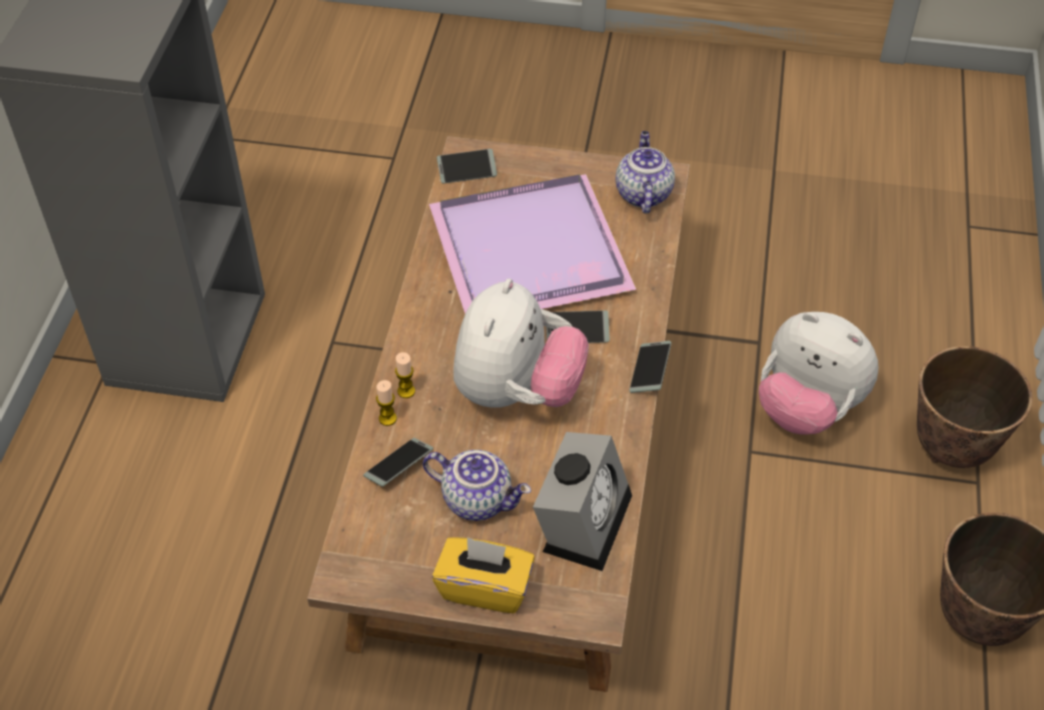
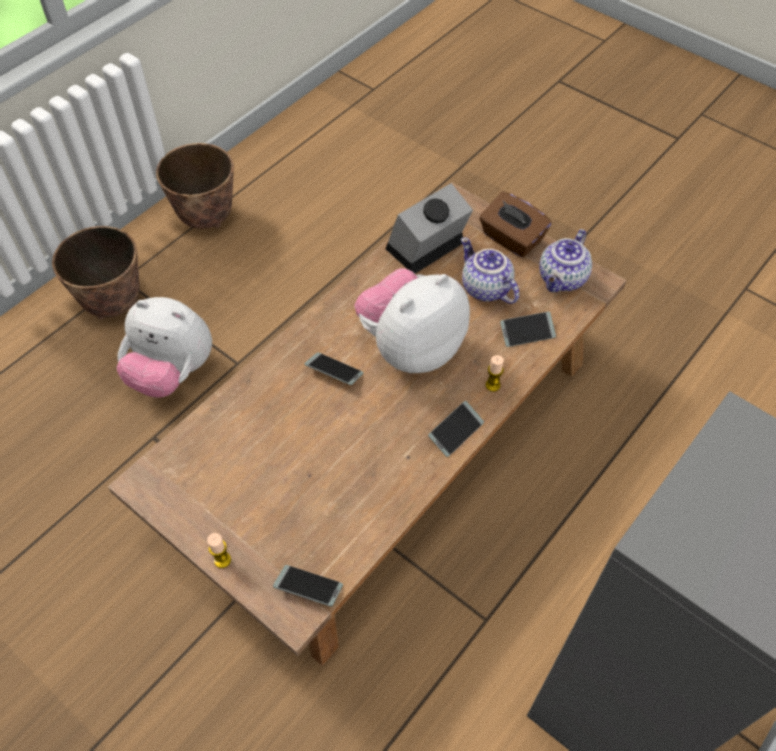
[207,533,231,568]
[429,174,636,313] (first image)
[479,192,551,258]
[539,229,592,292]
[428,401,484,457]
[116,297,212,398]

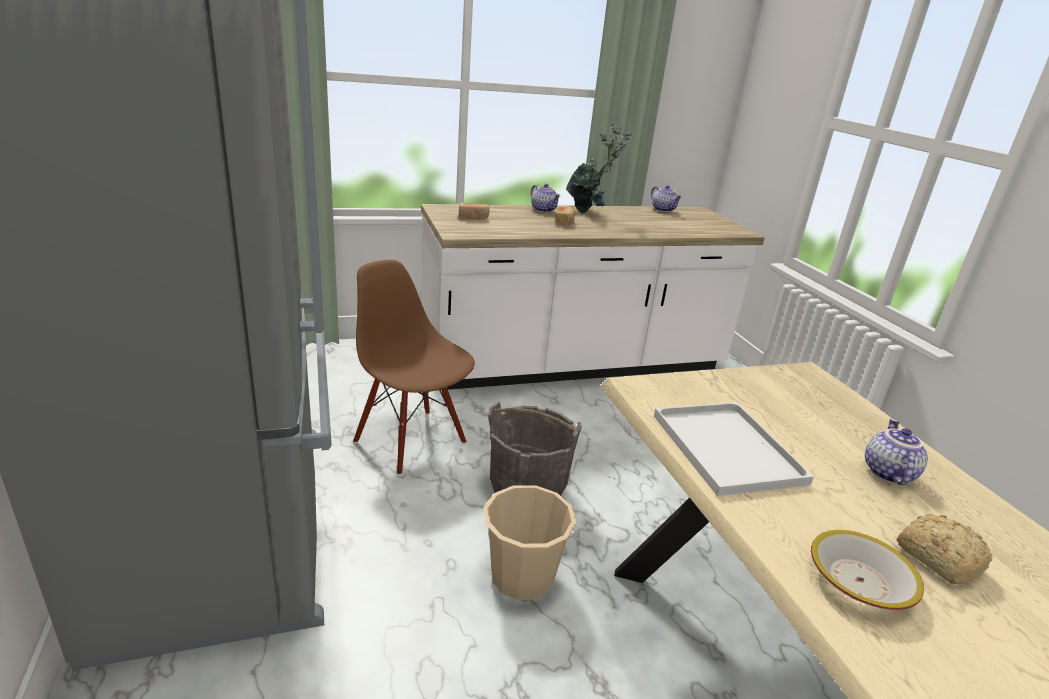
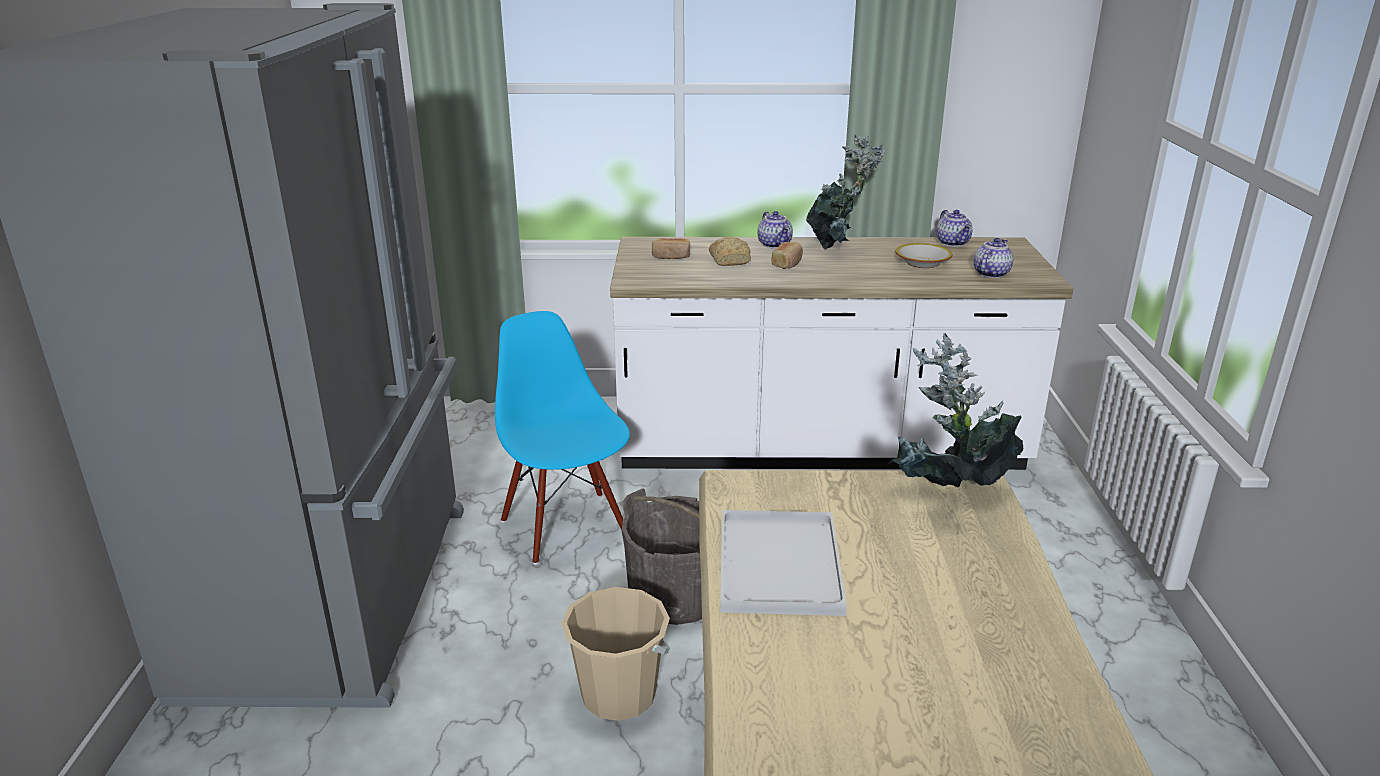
[495,311,630,564]
[895,243,953,268]
[974,238,1013,278]
[709,237,751,266]
[887,333,1023,487]

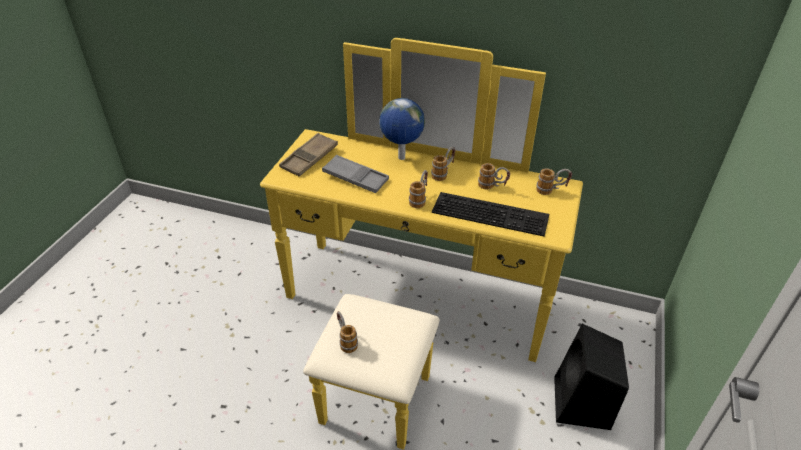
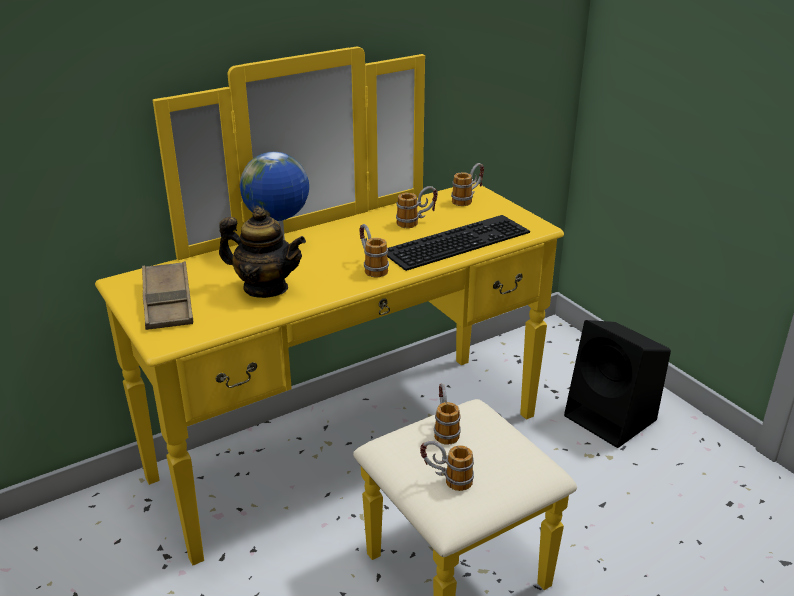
[219,207,306,298]
[434,383,461,445]

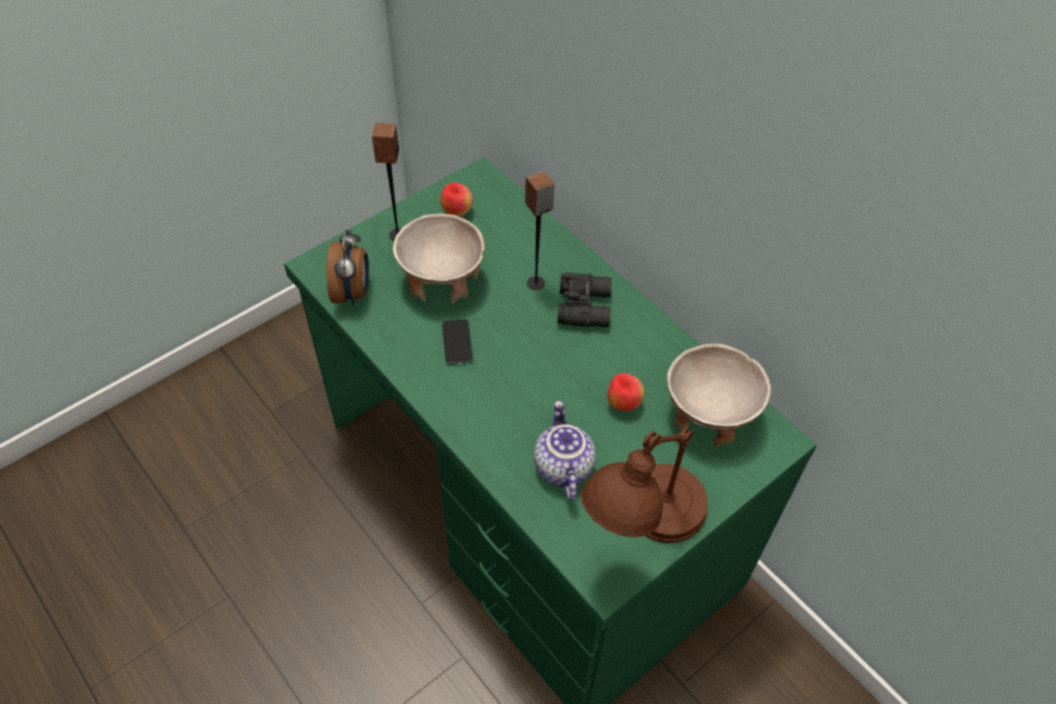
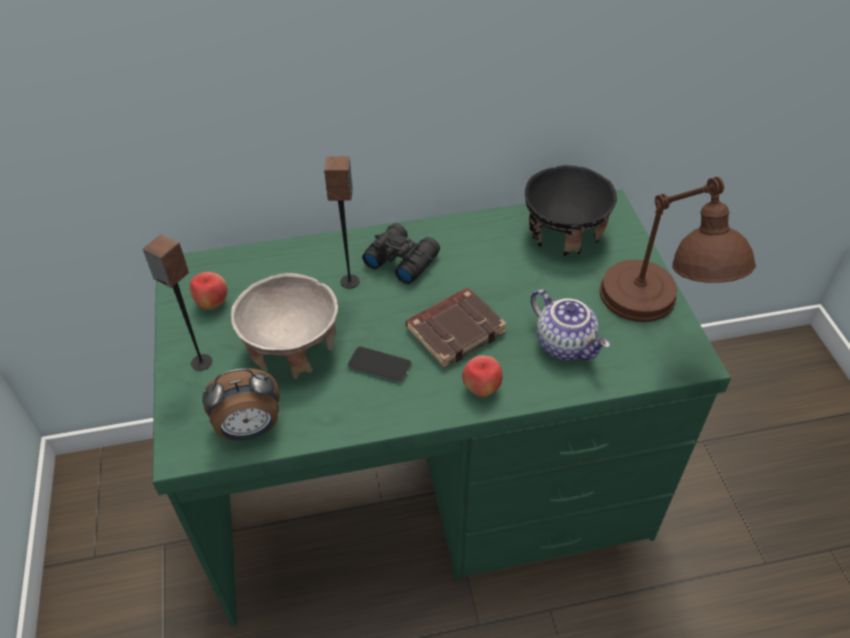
[202,368,279,440]
[531,289,610,360]
[462,356,503,397]
[525,165,617,256]
[406,288,507,368]

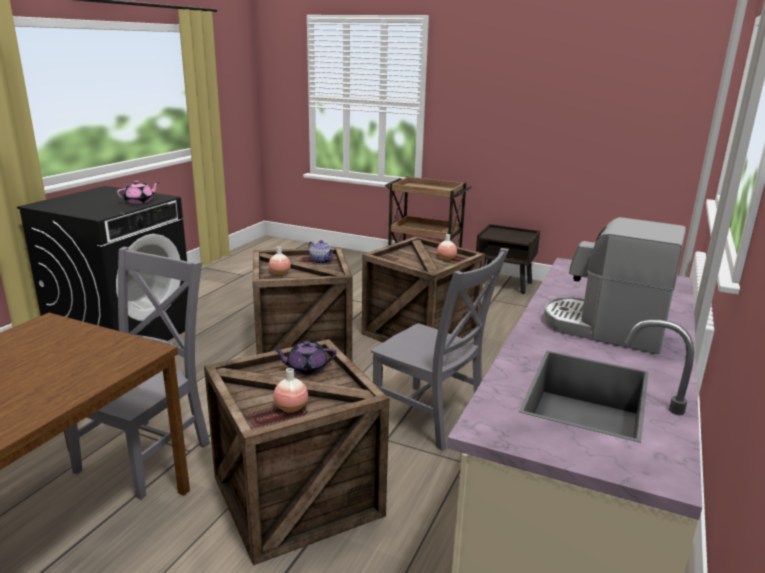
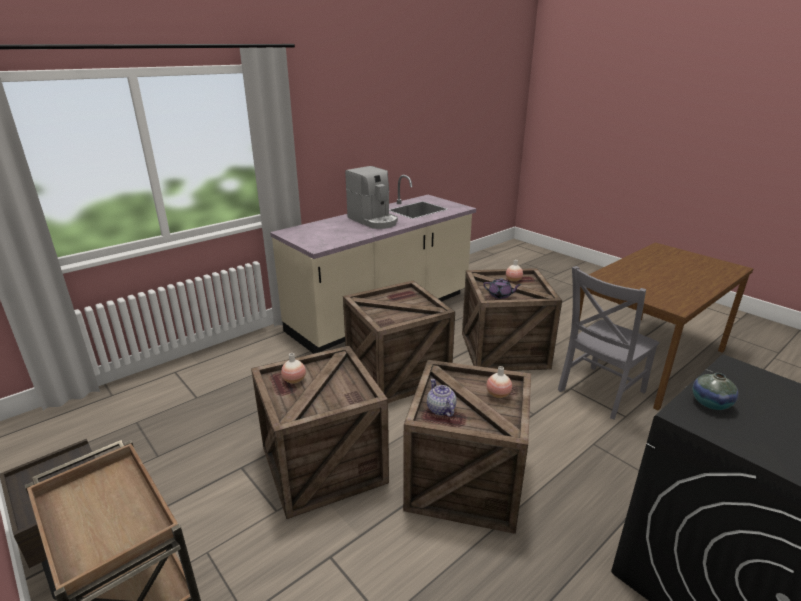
[693,373,738,410]
[343,281,455,403]

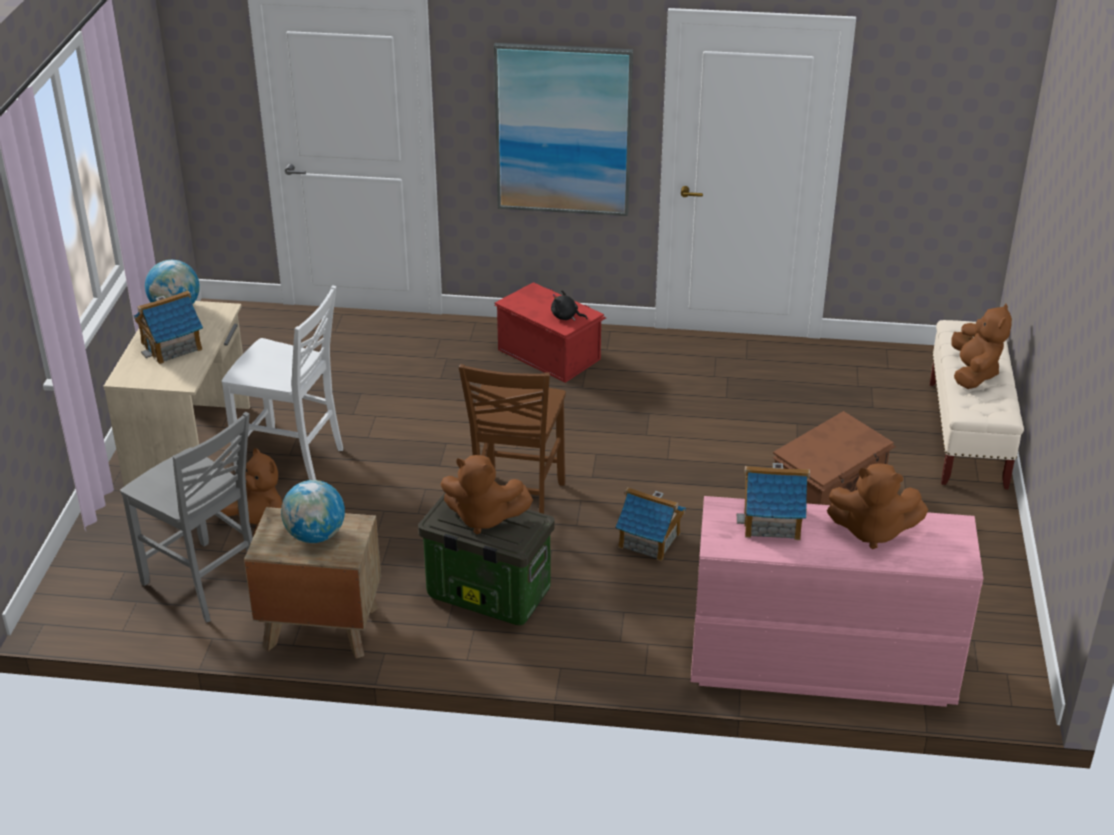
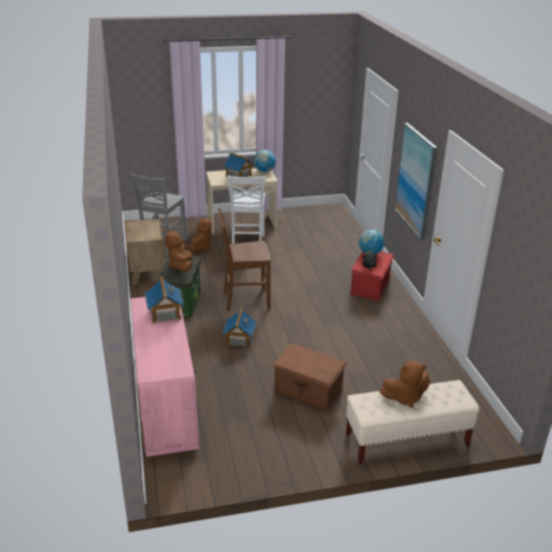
[359,230,384,255]
[827,464,928,549] (first image)

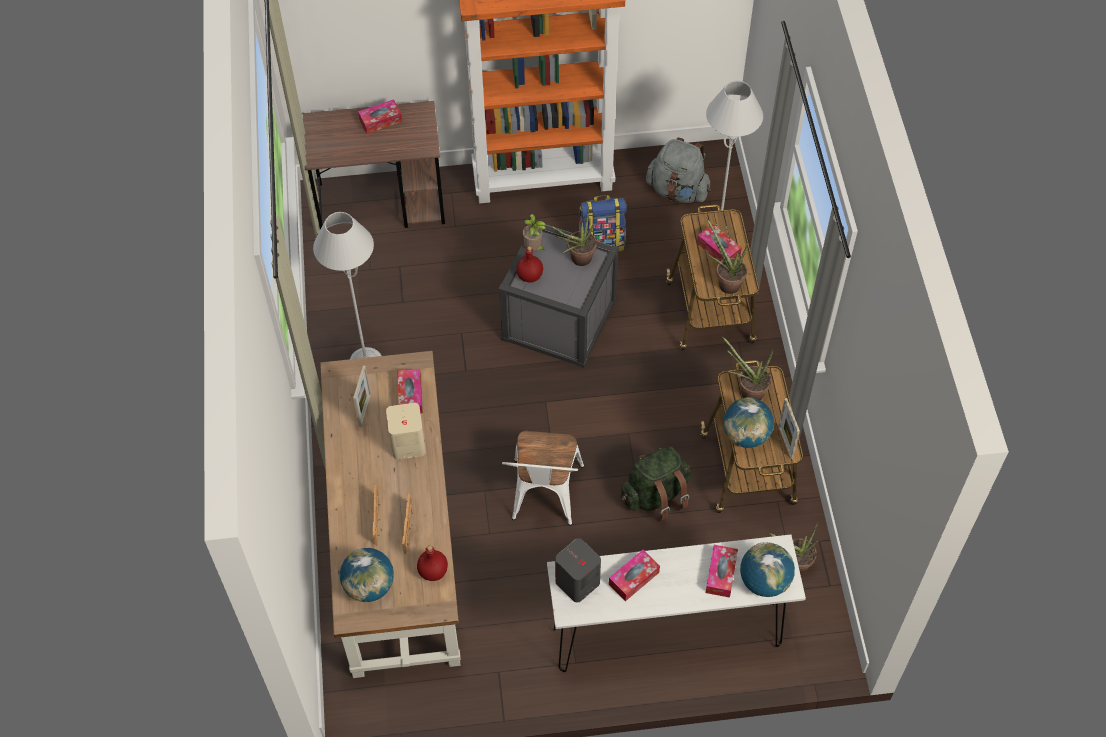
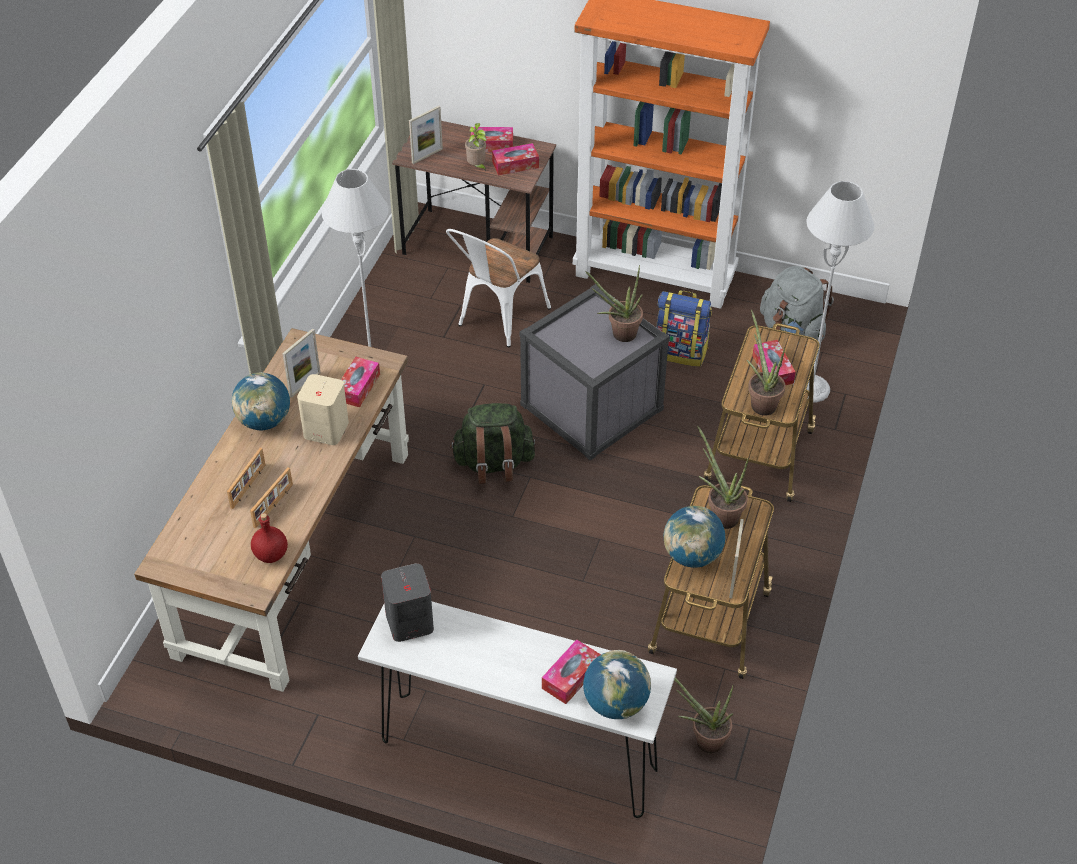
[231,372,290,430]
[446,229,551,347]
[517,246,543,283] (first image)
[465,123,487,171]
[492,143,539,175]
[450,403,536,484]
[409,106,443,164]

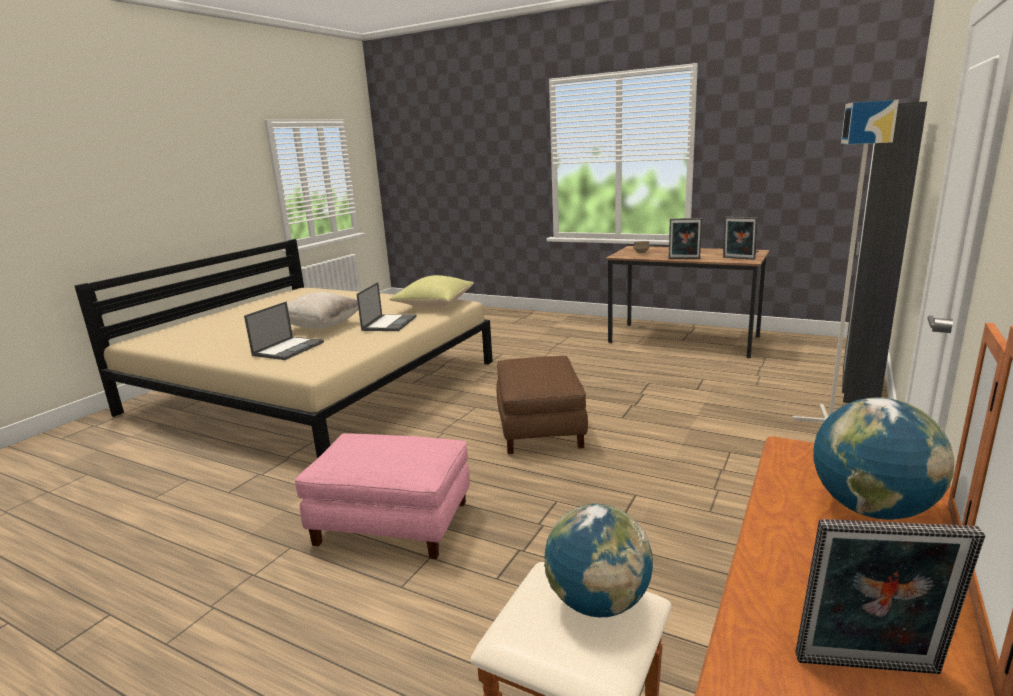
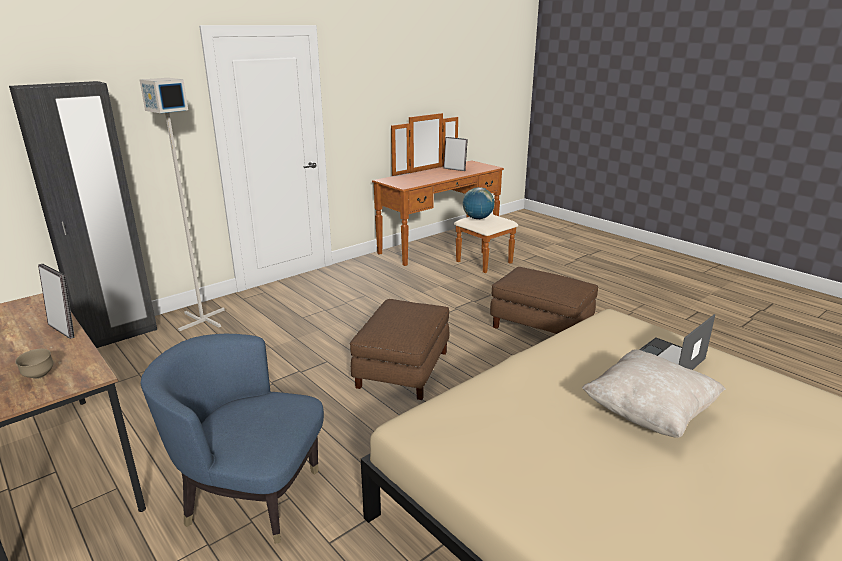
[490,267,598,334]
[356,282,417,331] (first image)
[389,275,474,307] (first image)
[723,217,757,260] (first image)
[814,397,954,520] (first image)
[140,334,324,544]

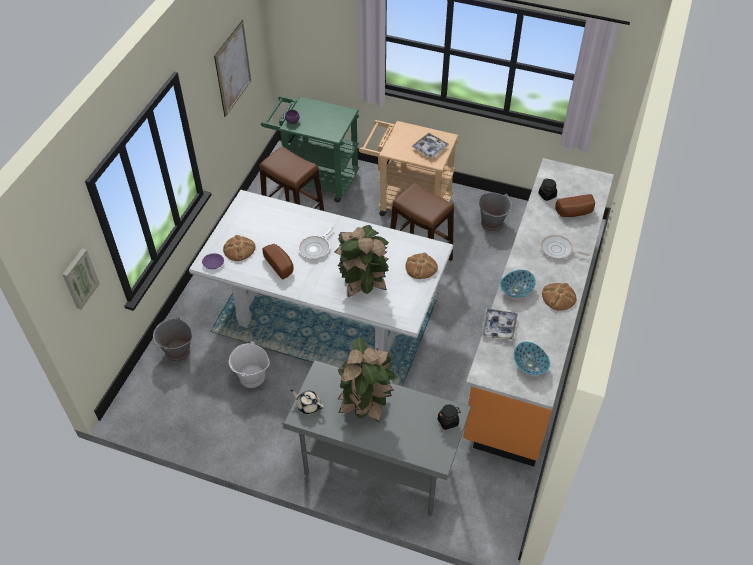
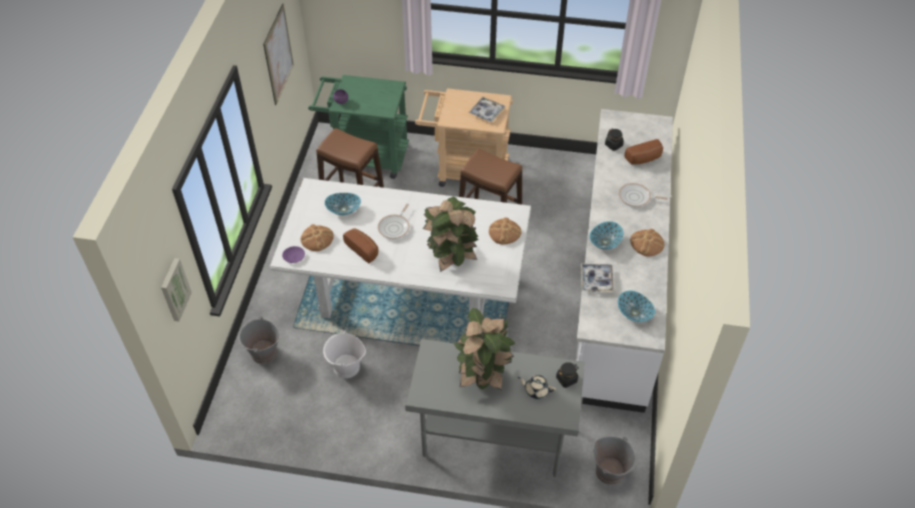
[518,375,556,399]
[576,109,673,413]
[593,436,637,485]
[325,193,361,215]

